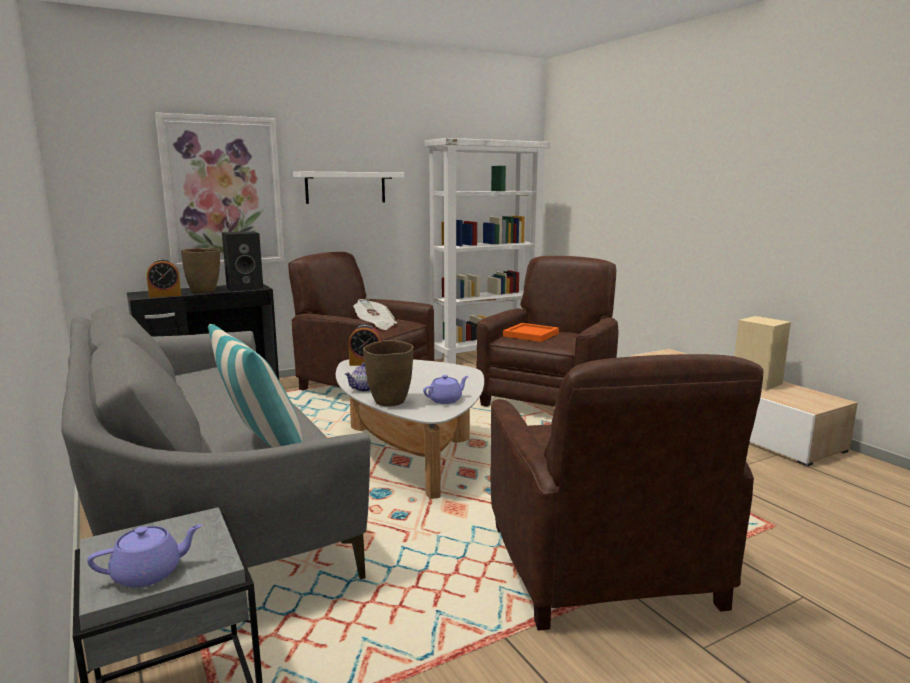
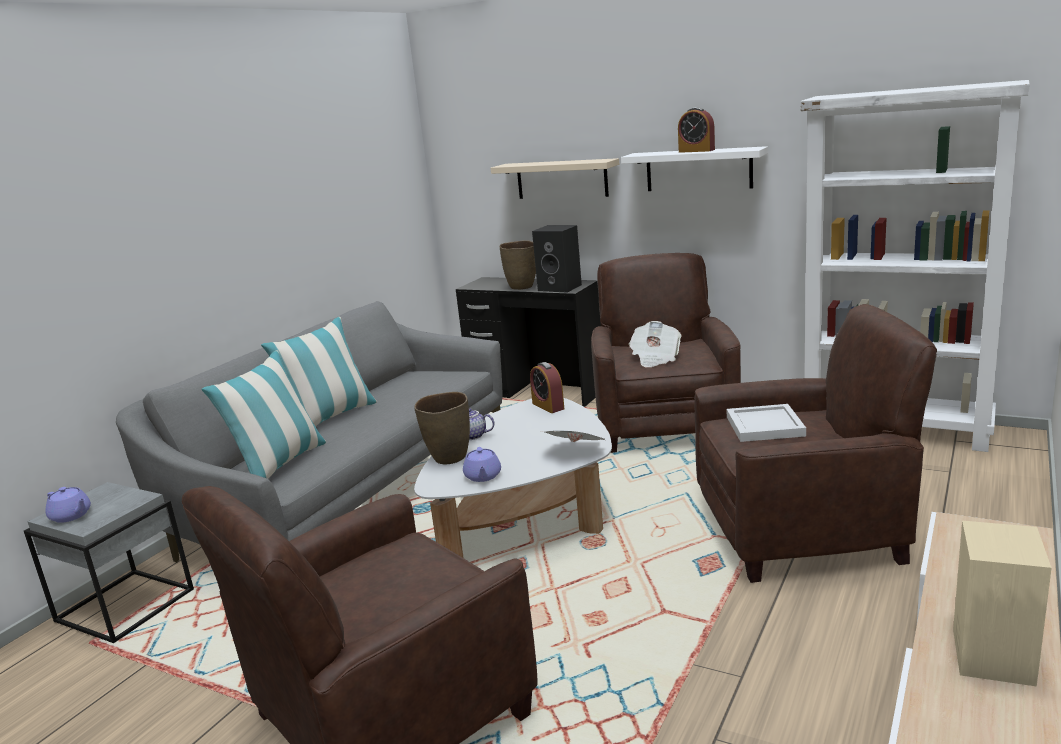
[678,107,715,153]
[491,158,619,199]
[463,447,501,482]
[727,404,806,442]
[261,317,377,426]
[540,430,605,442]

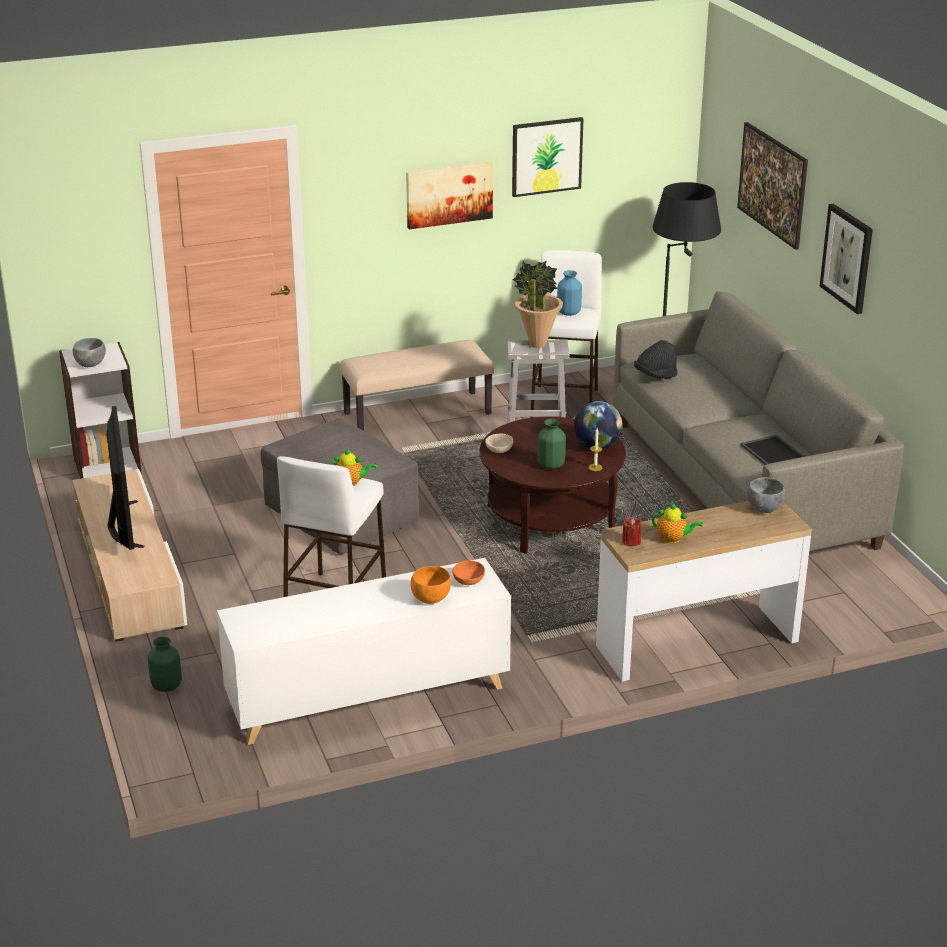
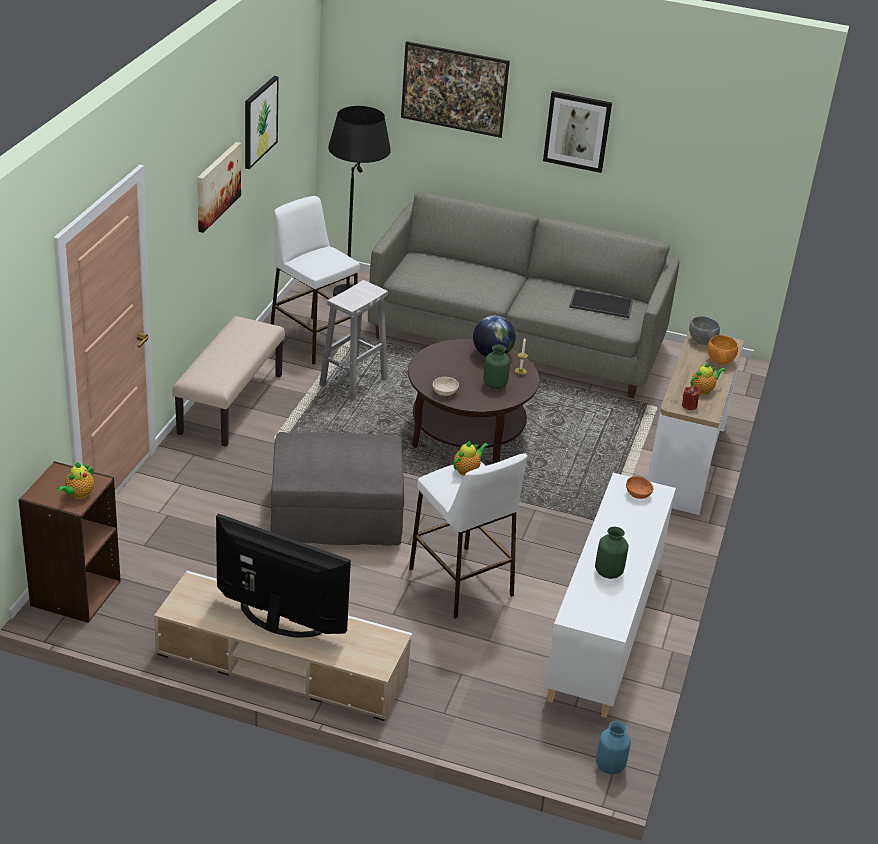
[18,461,121,623]
[57,462,94,499]
[595,527,629,579]
[707,335,738,365]
[512,261,563,348] (first image)
[596,721,631,774]
[634,340,678,379] (first image)

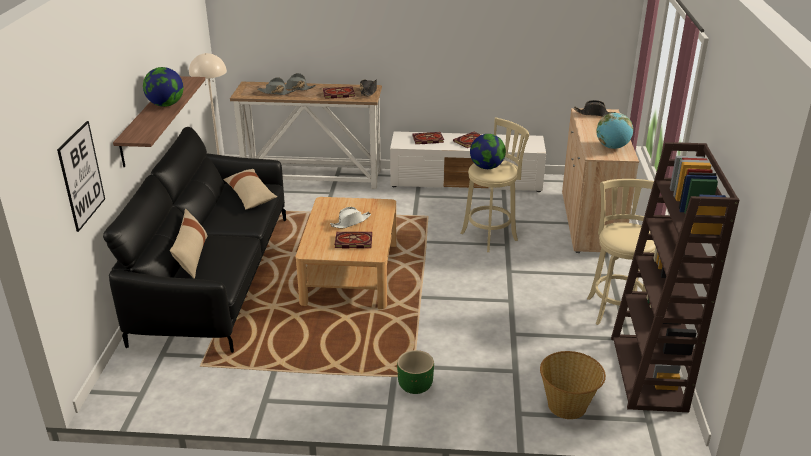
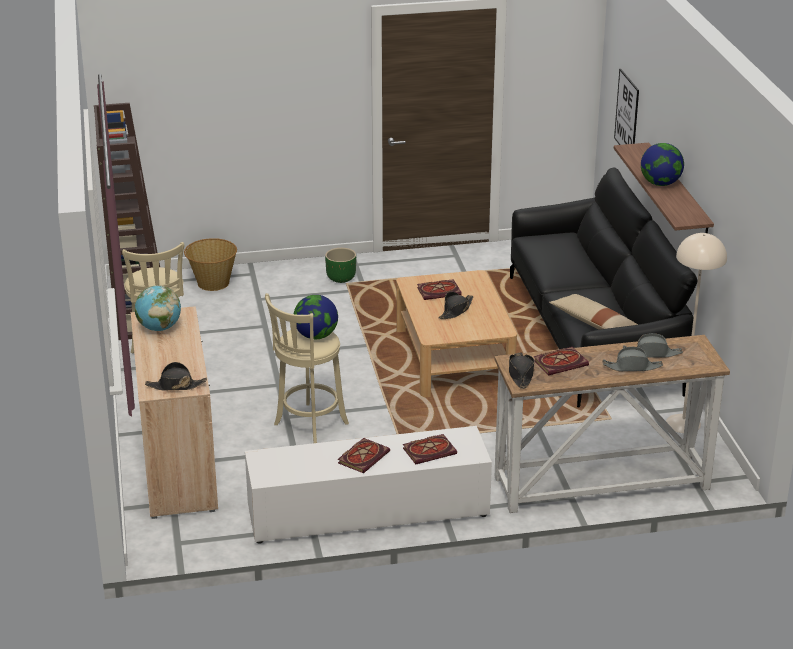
[170,209,208,279] (first image)
[438,292,473,319]

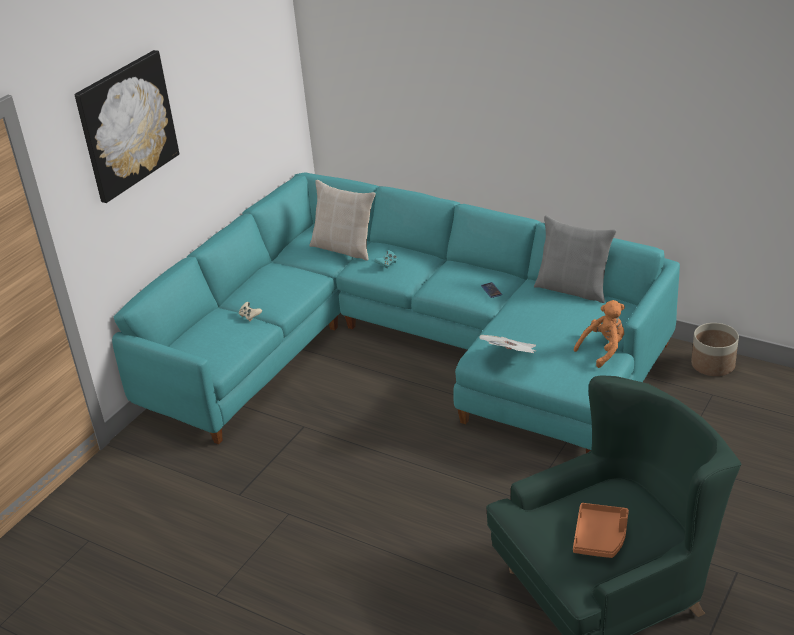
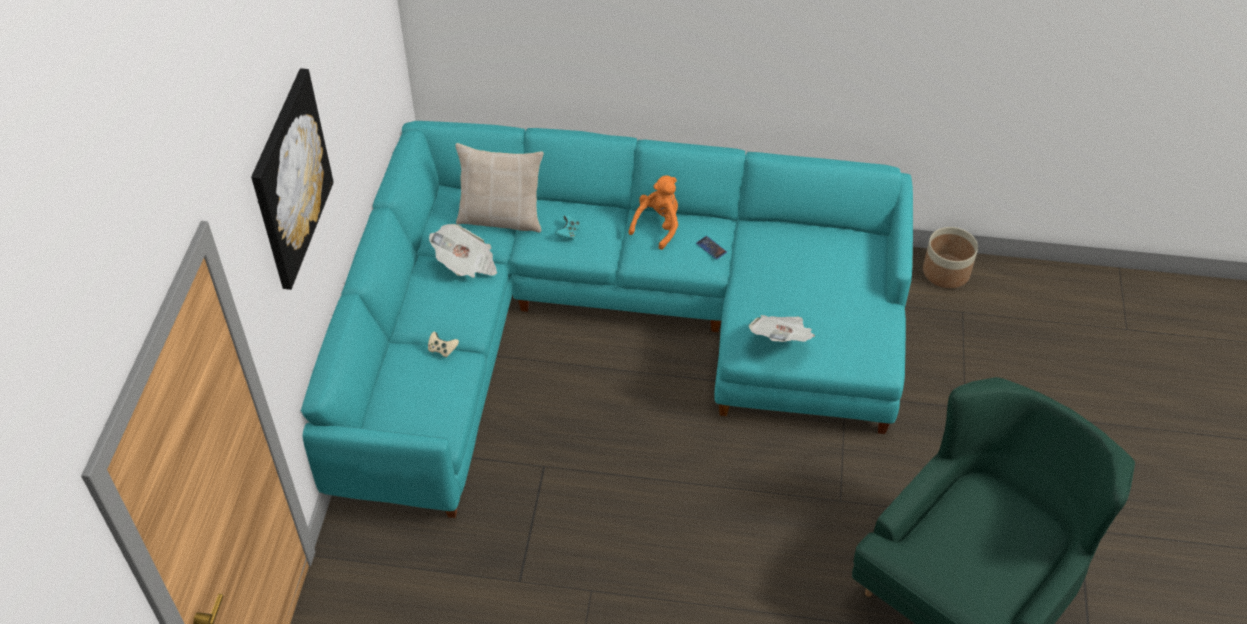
[534,215,617,303] (first image)
[573,503,629,558] (first image)
[629,176,678,250]
[429,224,497,278]

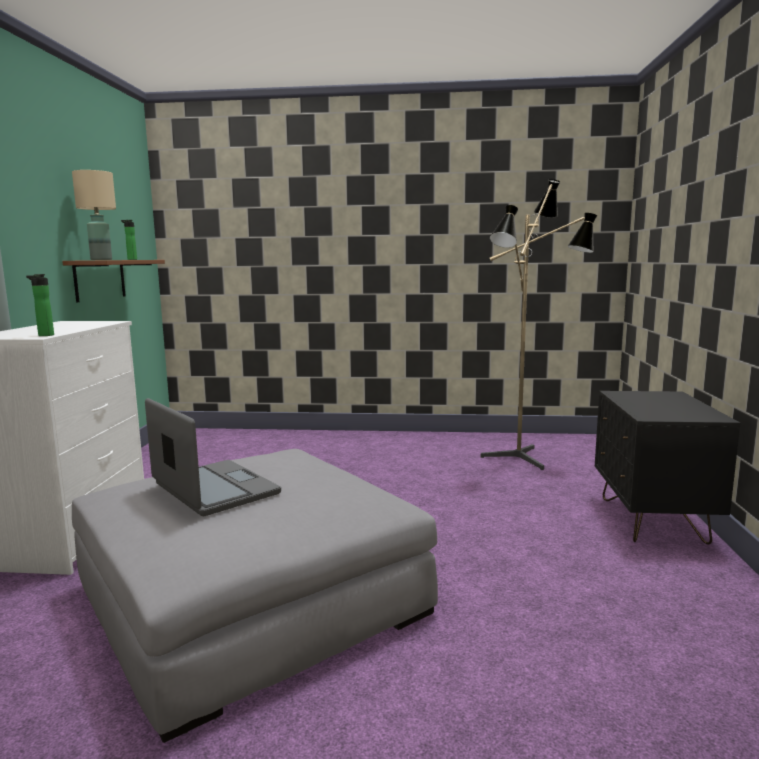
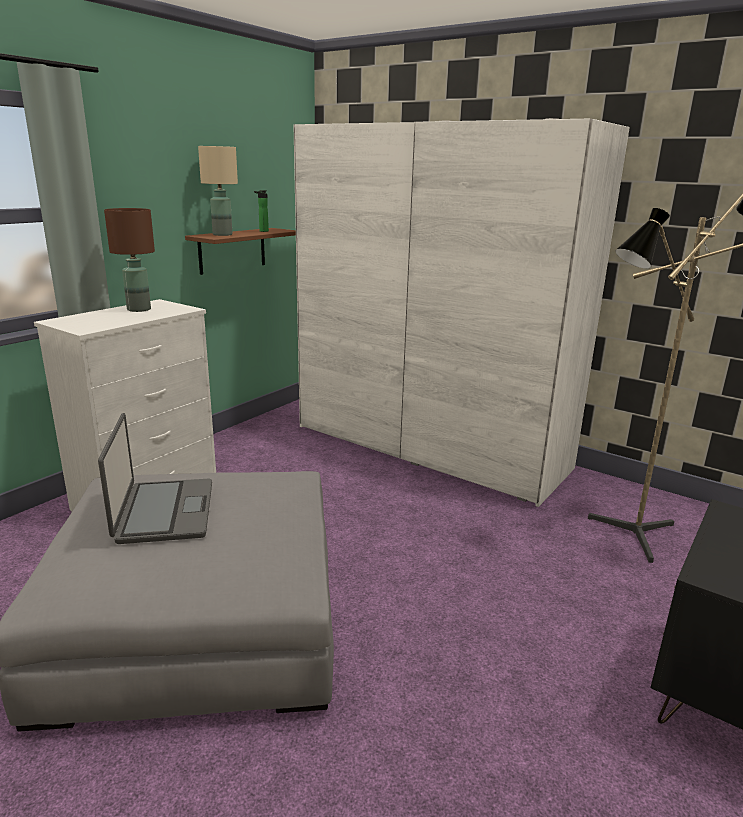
[26,274,54,336] (first image)
[104,208,155,312]
[293,118,630,507]

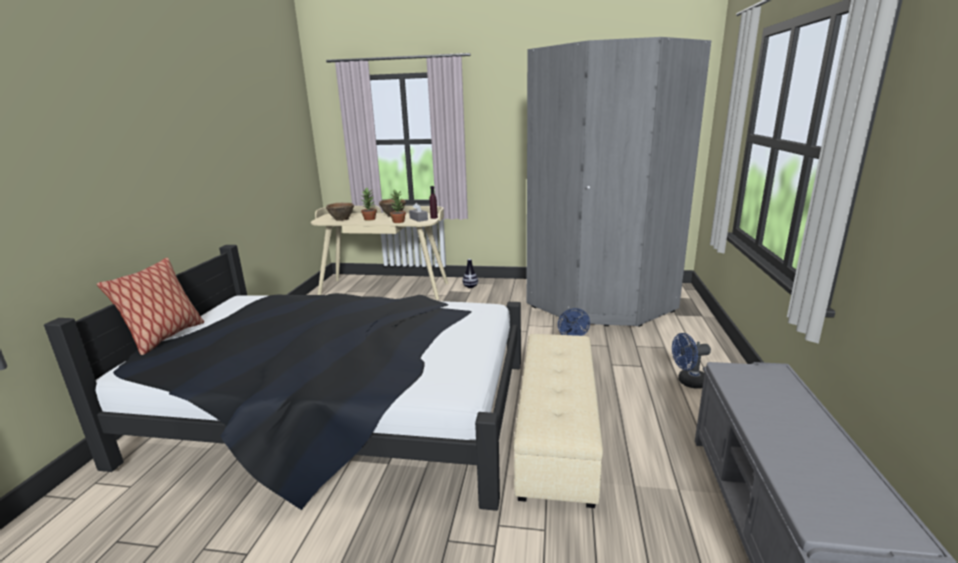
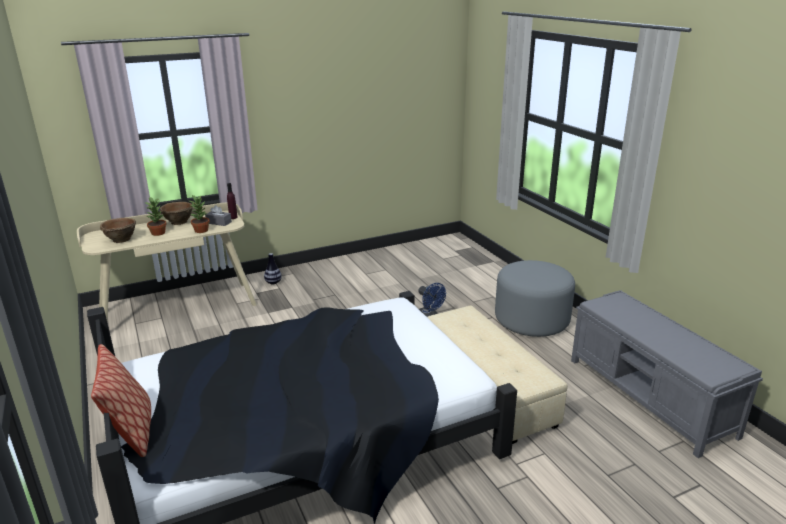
[527,37,711,327] (first image)
[495,260,575,337]

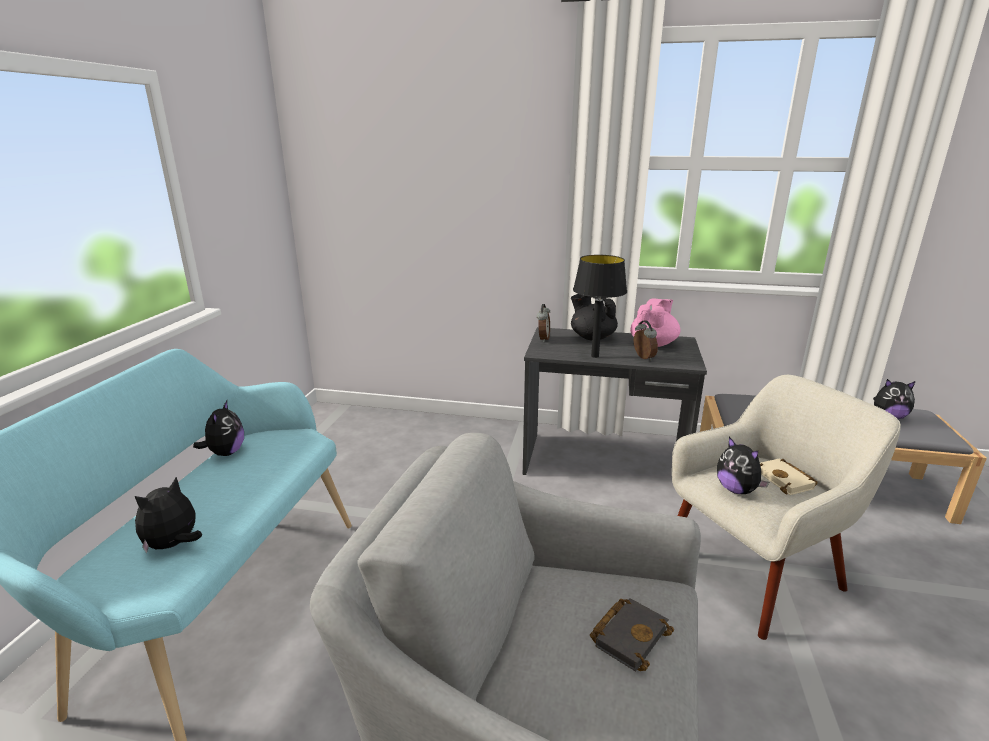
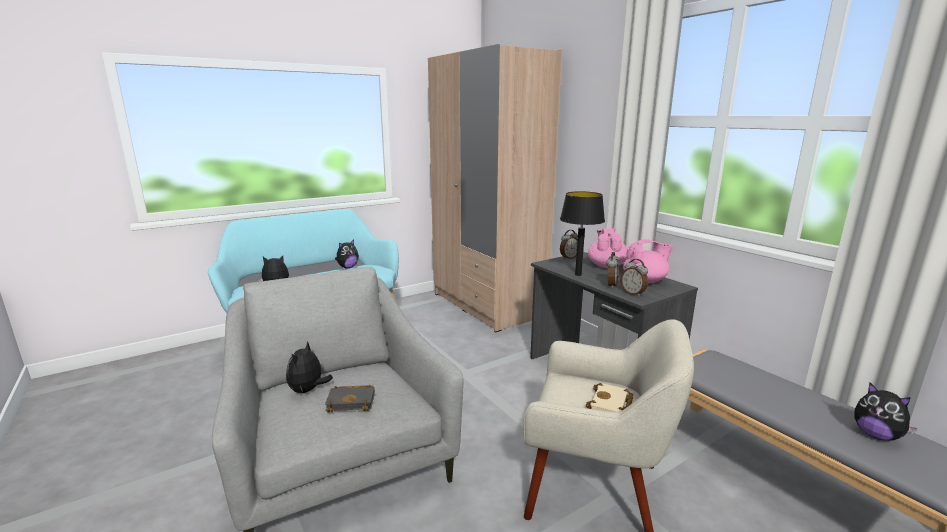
[588,228,627,268]
[286,341,333,393]
[428,44,562,332]
[621,259,648,296]

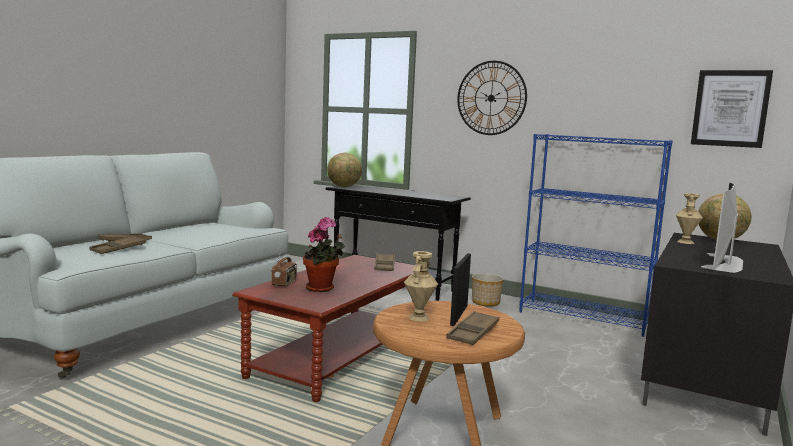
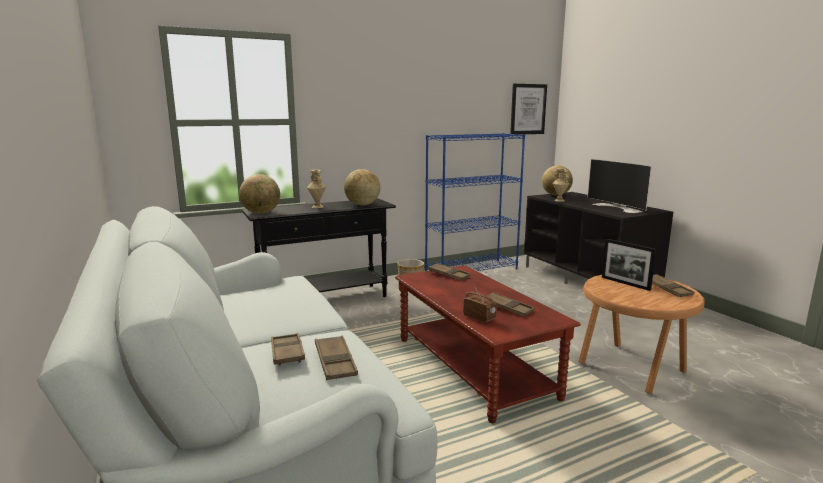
[487,292,534,317]
[307,170,326,208]
[457,61,527,135] (first image)
[344,169,380,205]

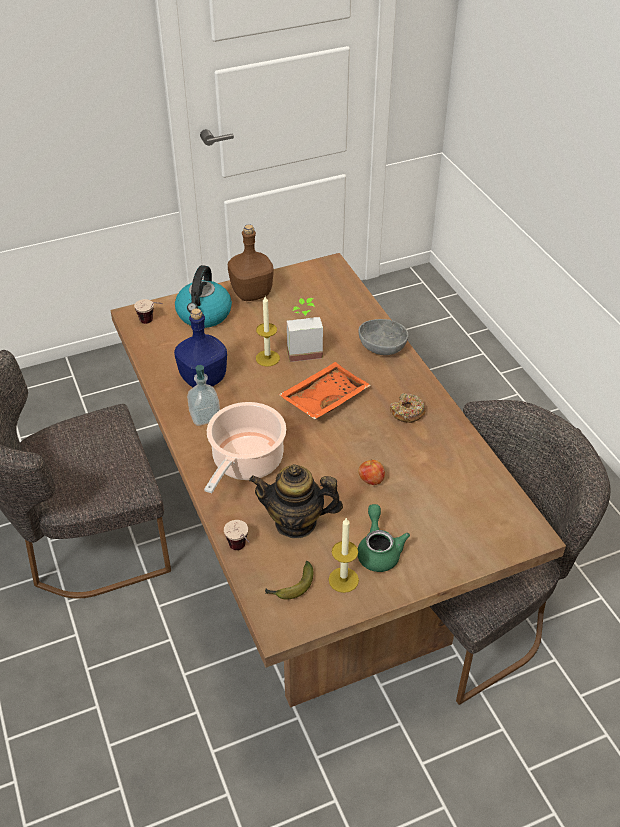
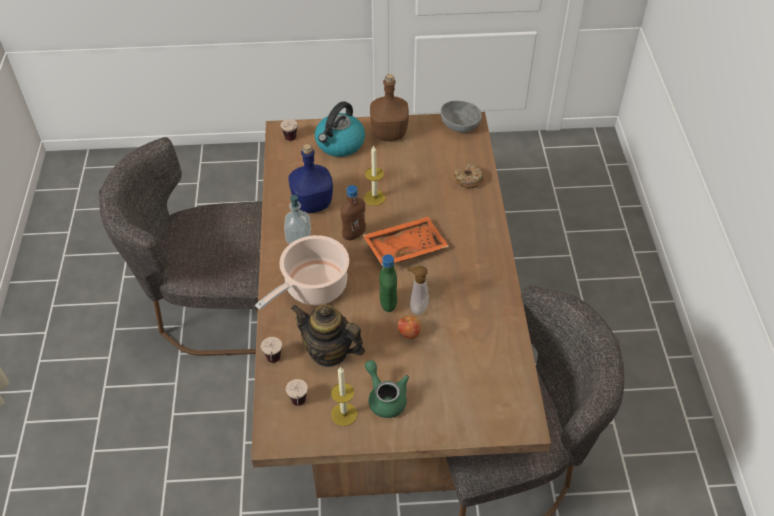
[286,379,308,406]
[287,298,323,362] (first image)
[441,101,482,133]
[365,360,409,418]
[454,163,483,189]
[341,185,366,240]
[380,254,397,312]
[407,266,429,315]

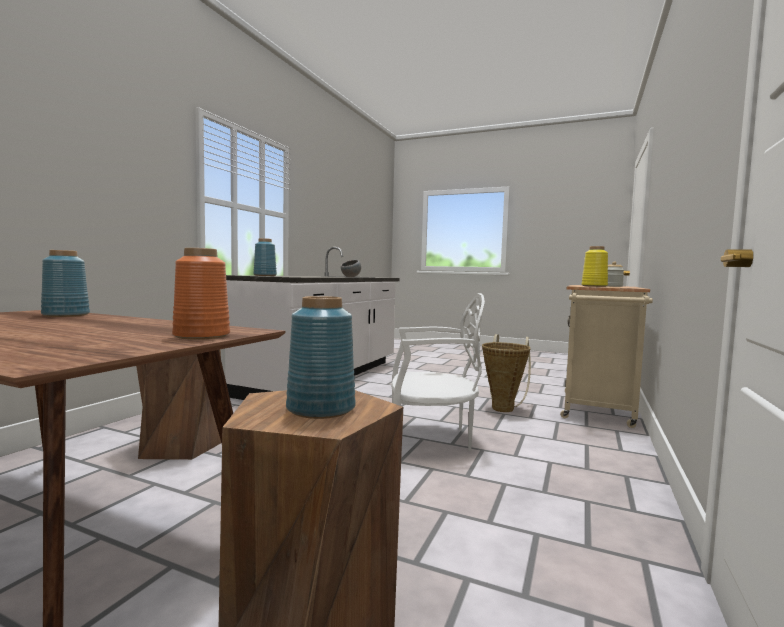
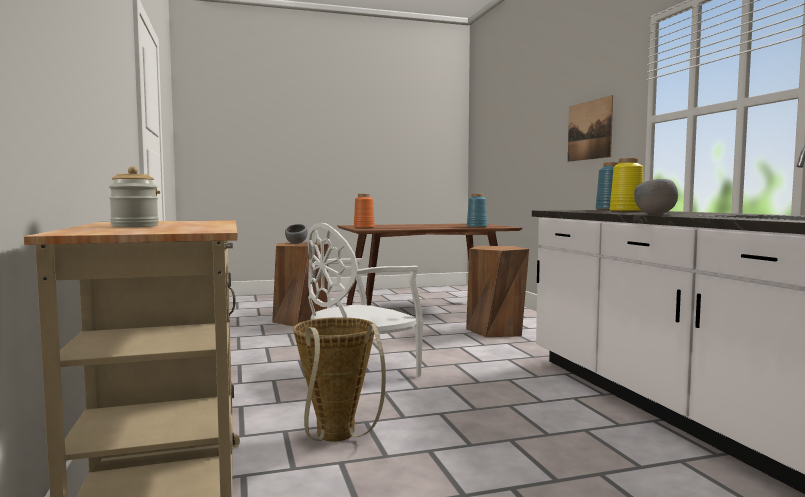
[285,224,308,244]
[610,158,643,212]
[568,95,613,162]

